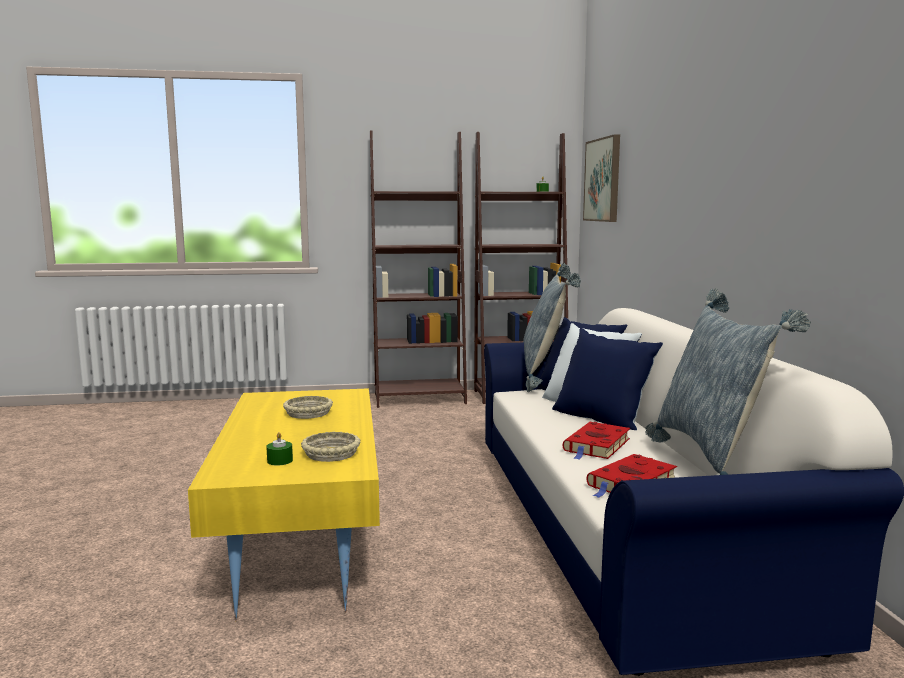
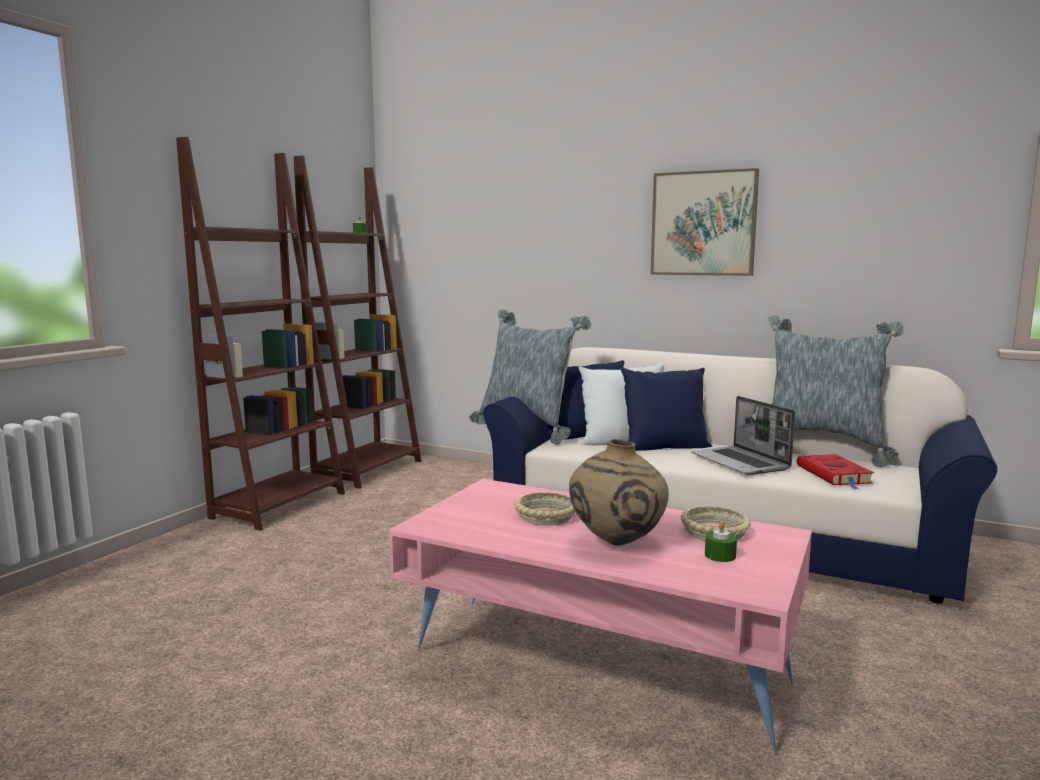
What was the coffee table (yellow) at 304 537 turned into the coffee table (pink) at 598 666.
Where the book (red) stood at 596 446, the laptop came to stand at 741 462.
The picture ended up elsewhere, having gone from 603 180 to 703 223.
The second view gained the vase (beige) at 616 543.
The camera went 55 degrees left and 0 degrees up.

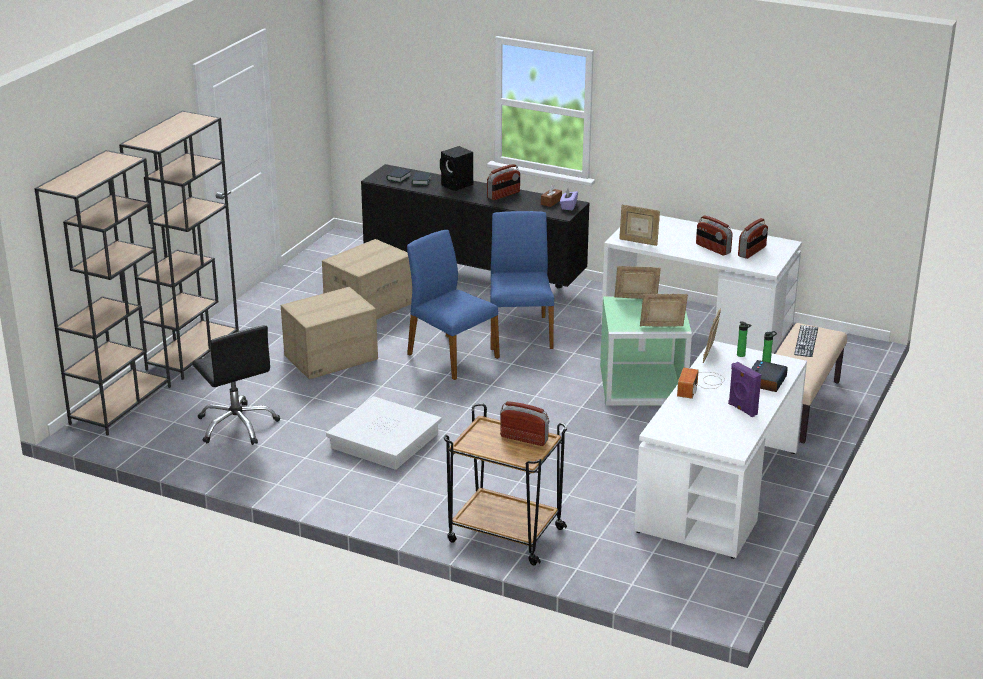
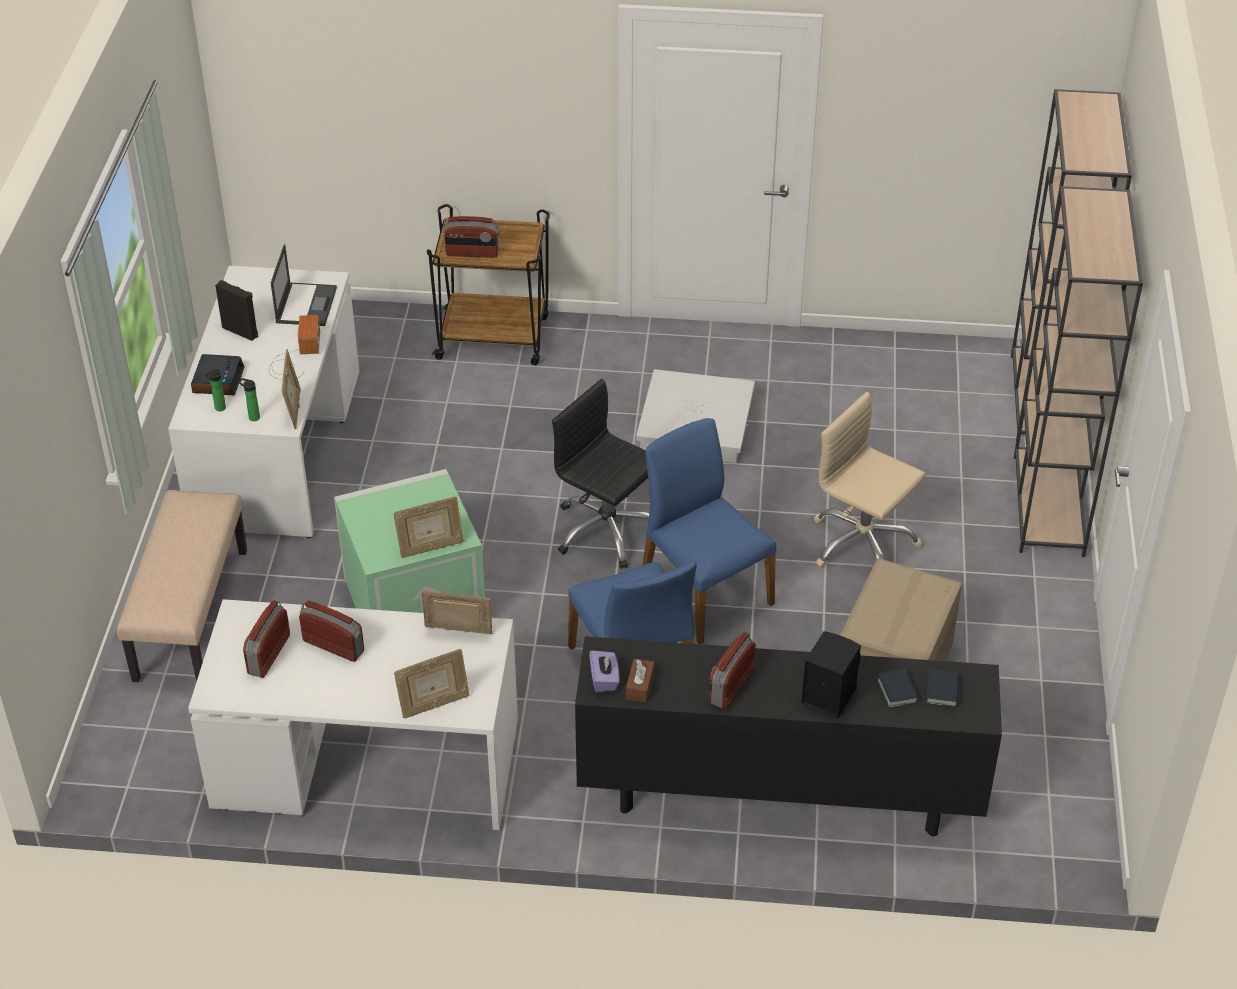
The office chair (black) ended up elsewhere, having gone from 237 425 to 606 530.
Where the cardboard box stood at 331 358, the office chair (beige) came to stand at 862 544.
The chair (blue) at 451 356 ended up facing another way, 150 degrees counterclockwise from before.
The picture frame ended up elsewhere, having gone from 662 328 to 434 705.
What was the speaker (purple) at 742 409 turned into the speaker (black) at 241 331.
The second view lost the keyboard at 806 341.
The second view gained the laptop at 306 304.
The camera went 160 degrees right and 15 degrees up.

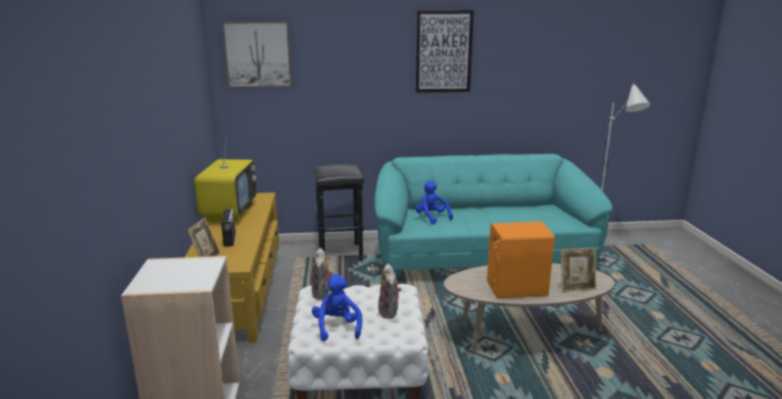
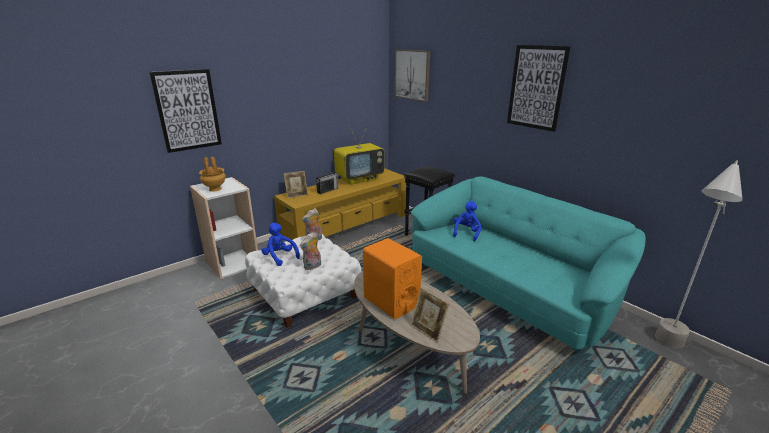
The plush toy (blue) at 337 327 ended up facing another way, 90 degrees counterclockwise from before.
The second view gained the picture at 187 110.
The second view gained the vase (brown) at 214 189.
The camera went 55 degrees right and 5 degrees up.

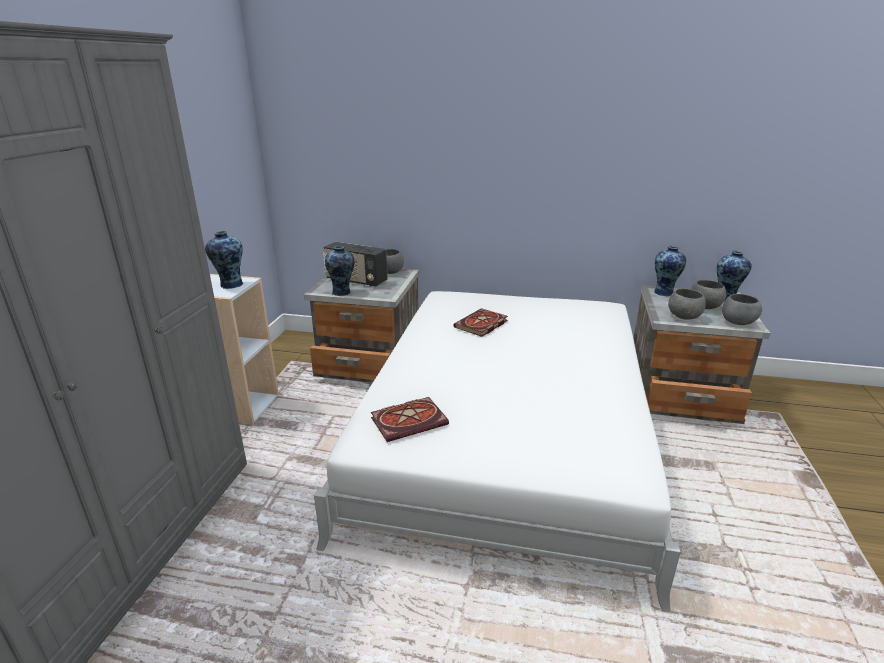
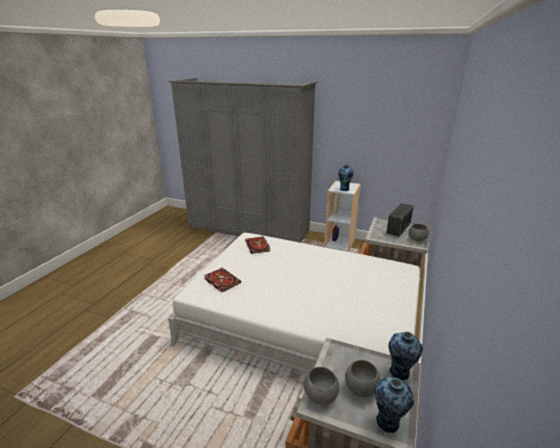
The second view lost the vase at 342 292.
The book ended up elsewhere, having gone from 481 325 to 221 280.
The second view lost the bowl (grey) at 683 317.
The camera went 100 degrees right and 0 degrees up.

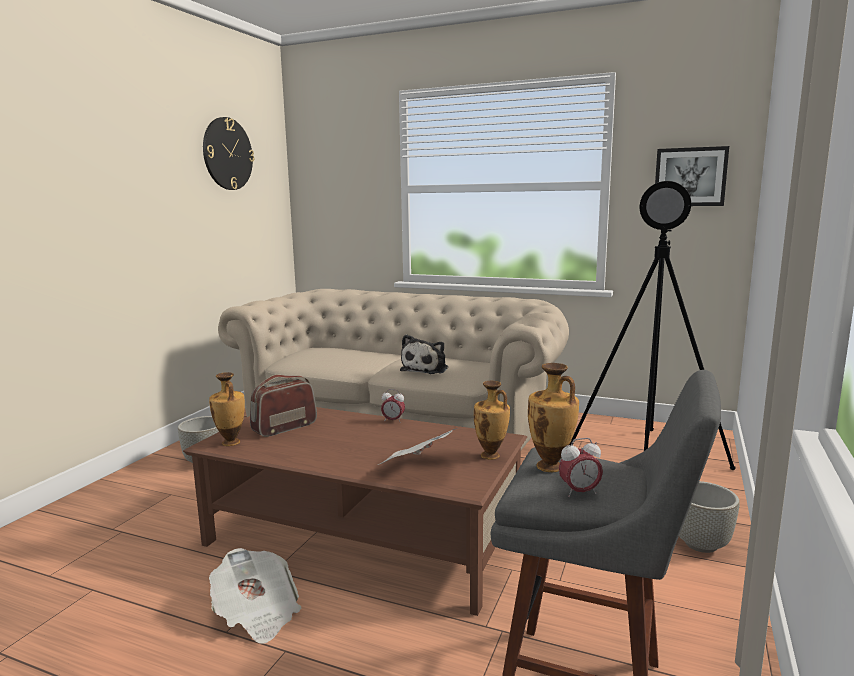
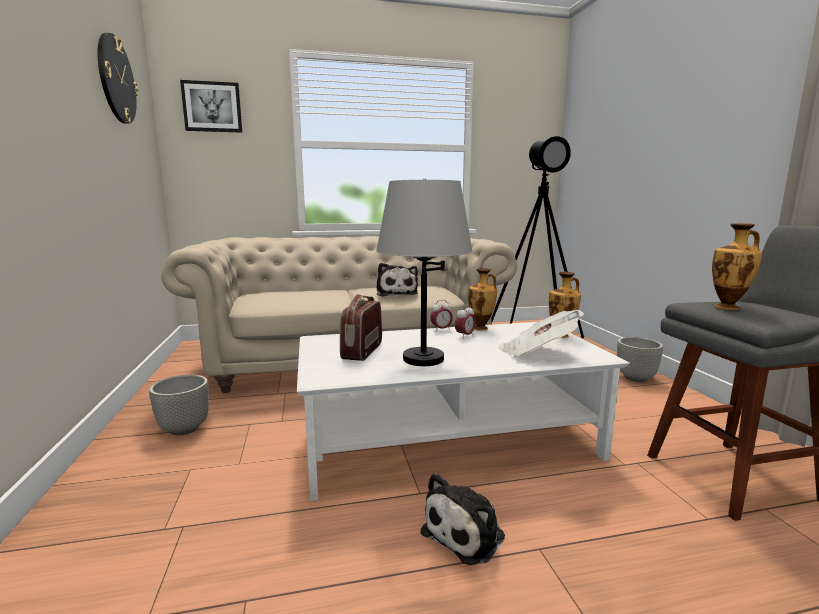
What was the coffee table (brown) at 365 537 turned into the coffee table (white) at 449 440.
The vase ended up elsewhere, having gone from 231 443 to 481 328.
Where the newspaper stood at 257 614, the plush toy came to stand at 467 533.
The alarm clock ended up elsewhere, having gone from 579 492 to 465 336.
The picture ended up elsewhere, having gone from 690 177 to 212 107.
The second view gained the table lamp (grey) at 423 359.
The camera went 35 degrees left and 0 degrees up.

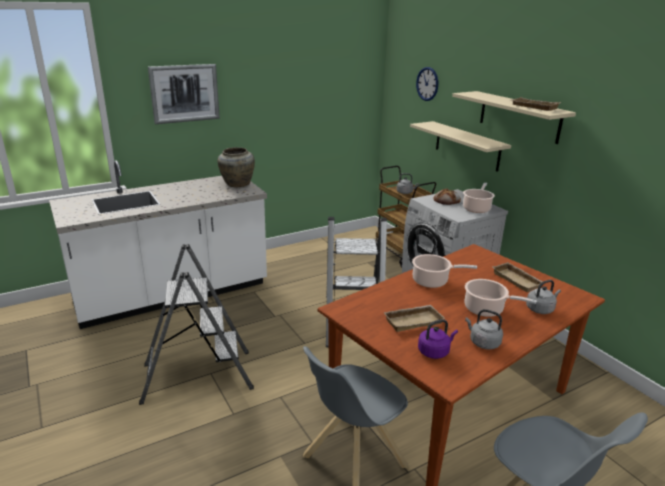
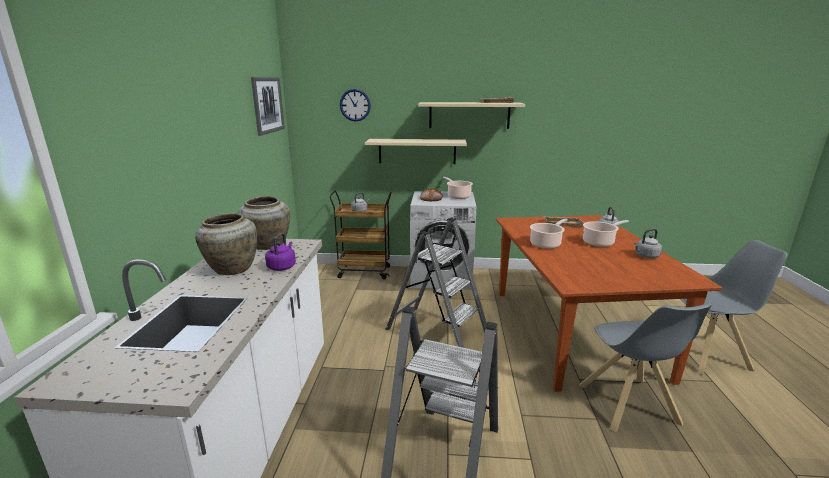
The picture ended up elsewhere, having gone from 185 93 to 267 105.
The second view lost the tray (beige) at 413 320.
The kettle (purple) ended up elsewhere, having gone from 434 352 to 282 266.
The second view gained the vase (beige) at 231 269.
The camera went 55 degrees left and 5 degrees down.

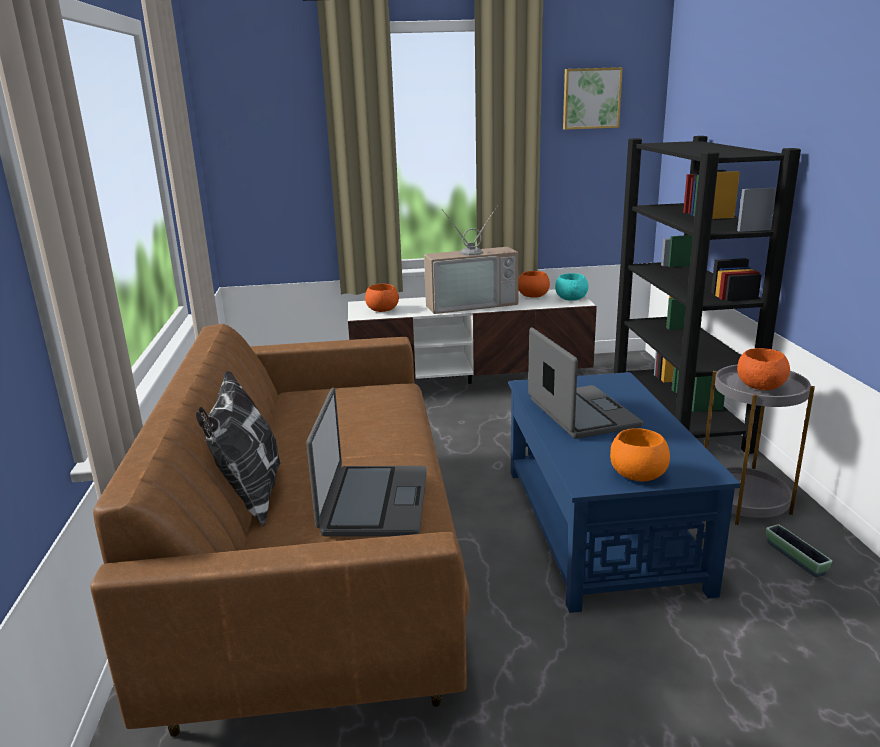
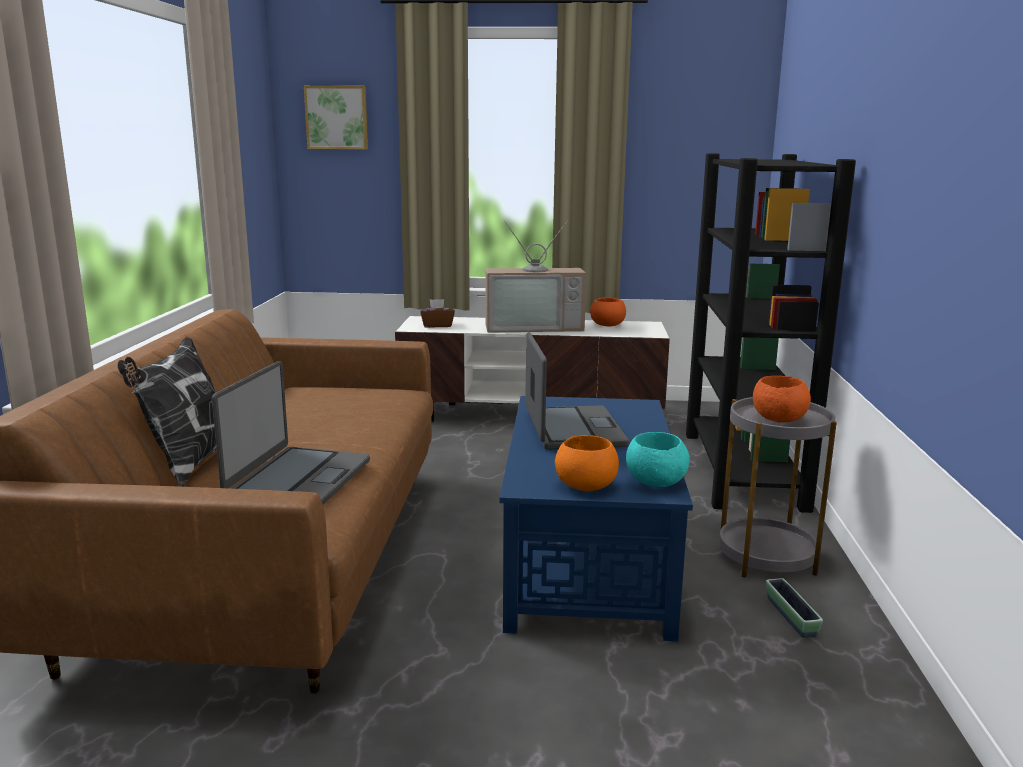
Where the bowl (orange) stood at 382 310, the tissue box (brown) came to stand at 437 325.
The bowl (turquoise) ended up elsewhere, having gone from 570 299 to 654 482.
The picture ended up elsewhere, having gone from 591 98 to 337 117.
The camera went 10 degrees right and 5 degrees down.

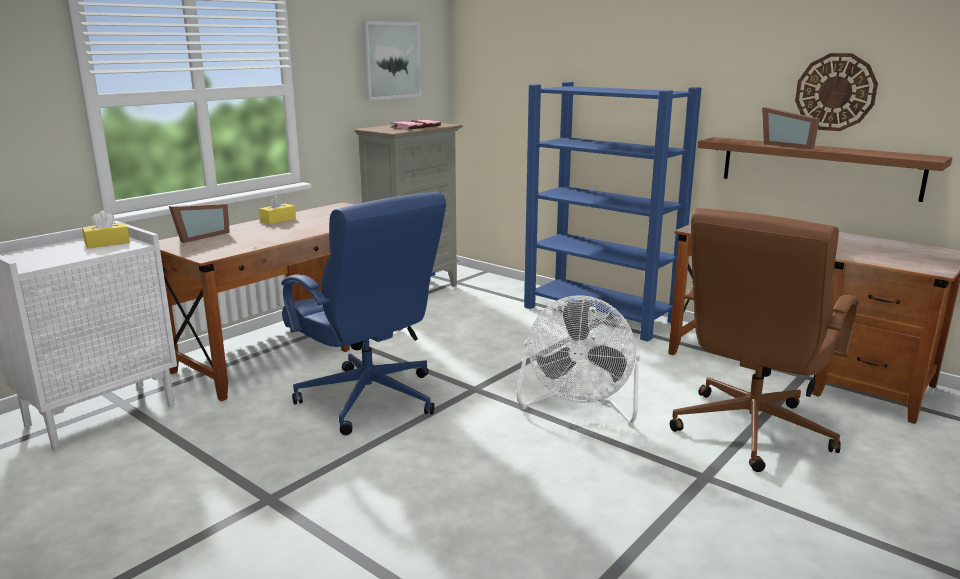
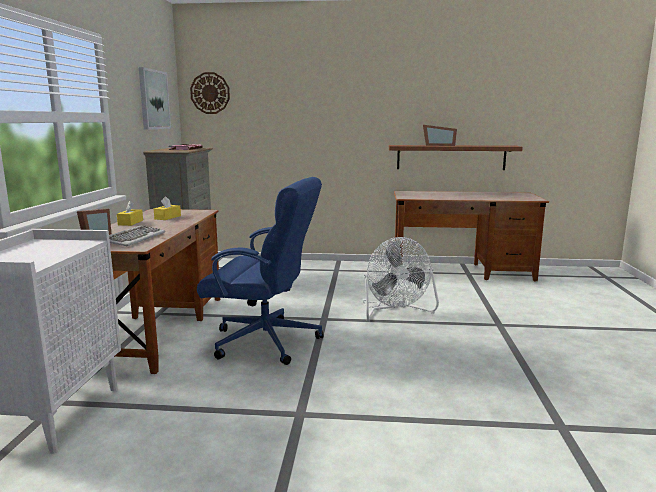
The tissue box (yellow) ended up elsewhere, having gone from 107 243 to 167 217.
The second view lost the bookcase (blue) at 599 314.
The second view lost the office chair (brown) at 752 428.
The wall clock ended up elsewhere, having gone from 835 92 to 210 93.
The second view gained the keyboard at 133 239.
The camera went 35 degrees left and 5 degrees down.

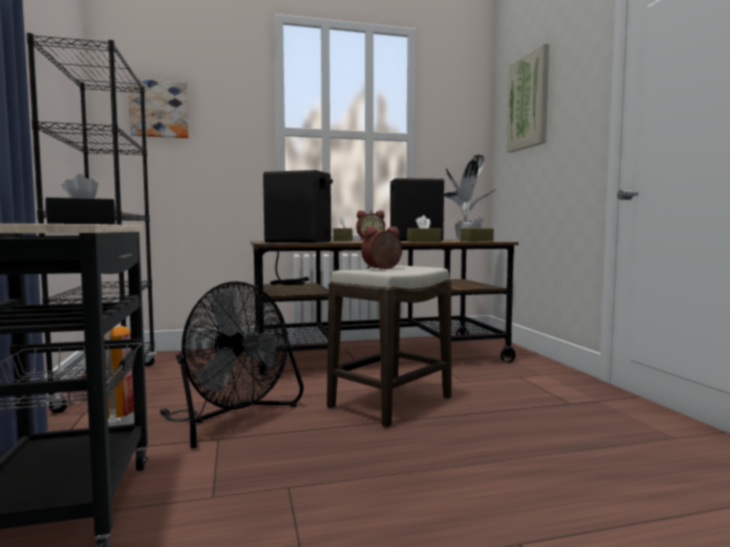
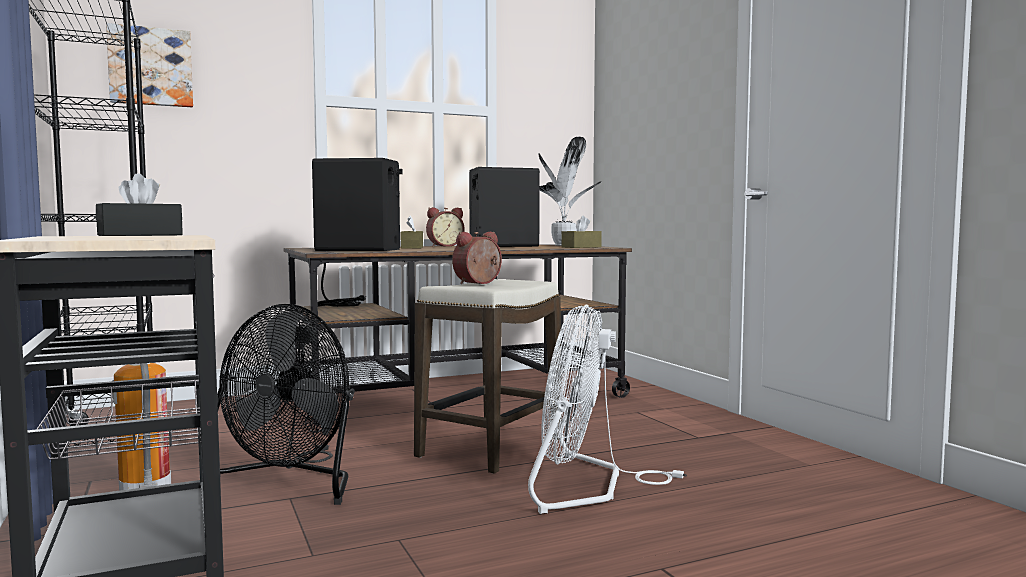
The fan (black) at 228 420 ended up facing another way, 90 degrees clockwise from before.
The second view lost the tissue box (brown) at 423 241.
The second view lost the picture at 528 102.
The second view gained the fan (white) at 590 482.
The camera went 10 degrees left and 0 degrees up.

